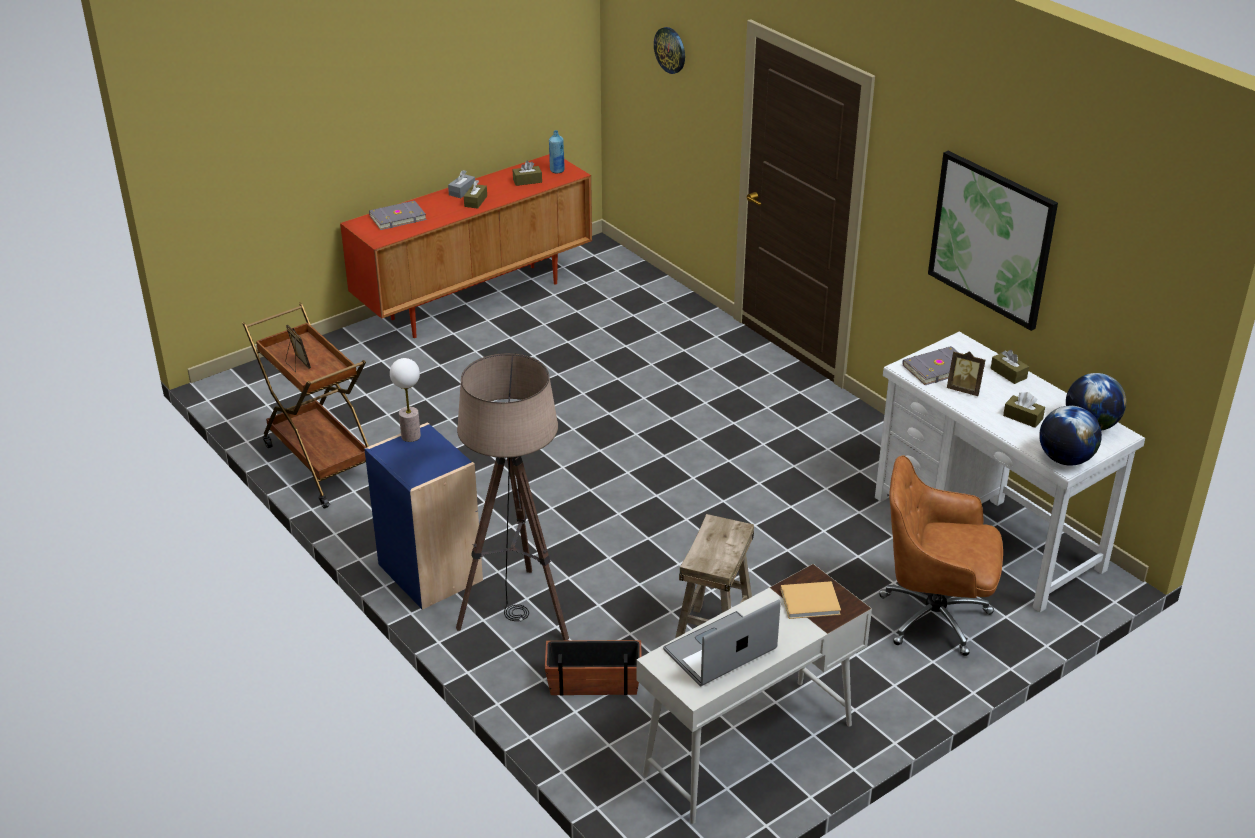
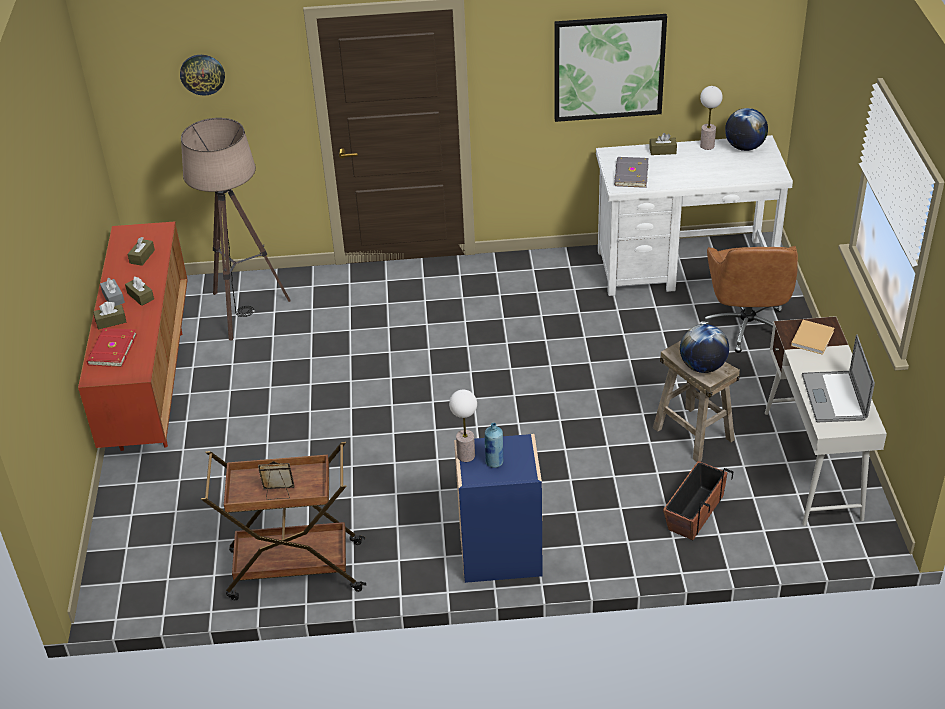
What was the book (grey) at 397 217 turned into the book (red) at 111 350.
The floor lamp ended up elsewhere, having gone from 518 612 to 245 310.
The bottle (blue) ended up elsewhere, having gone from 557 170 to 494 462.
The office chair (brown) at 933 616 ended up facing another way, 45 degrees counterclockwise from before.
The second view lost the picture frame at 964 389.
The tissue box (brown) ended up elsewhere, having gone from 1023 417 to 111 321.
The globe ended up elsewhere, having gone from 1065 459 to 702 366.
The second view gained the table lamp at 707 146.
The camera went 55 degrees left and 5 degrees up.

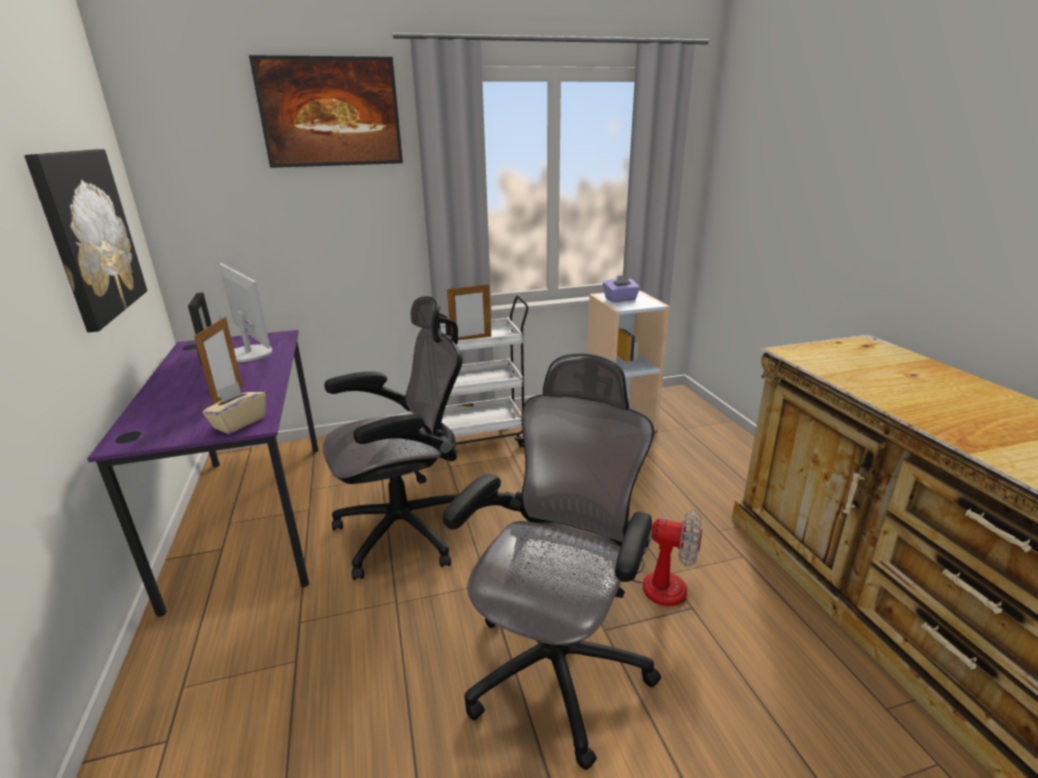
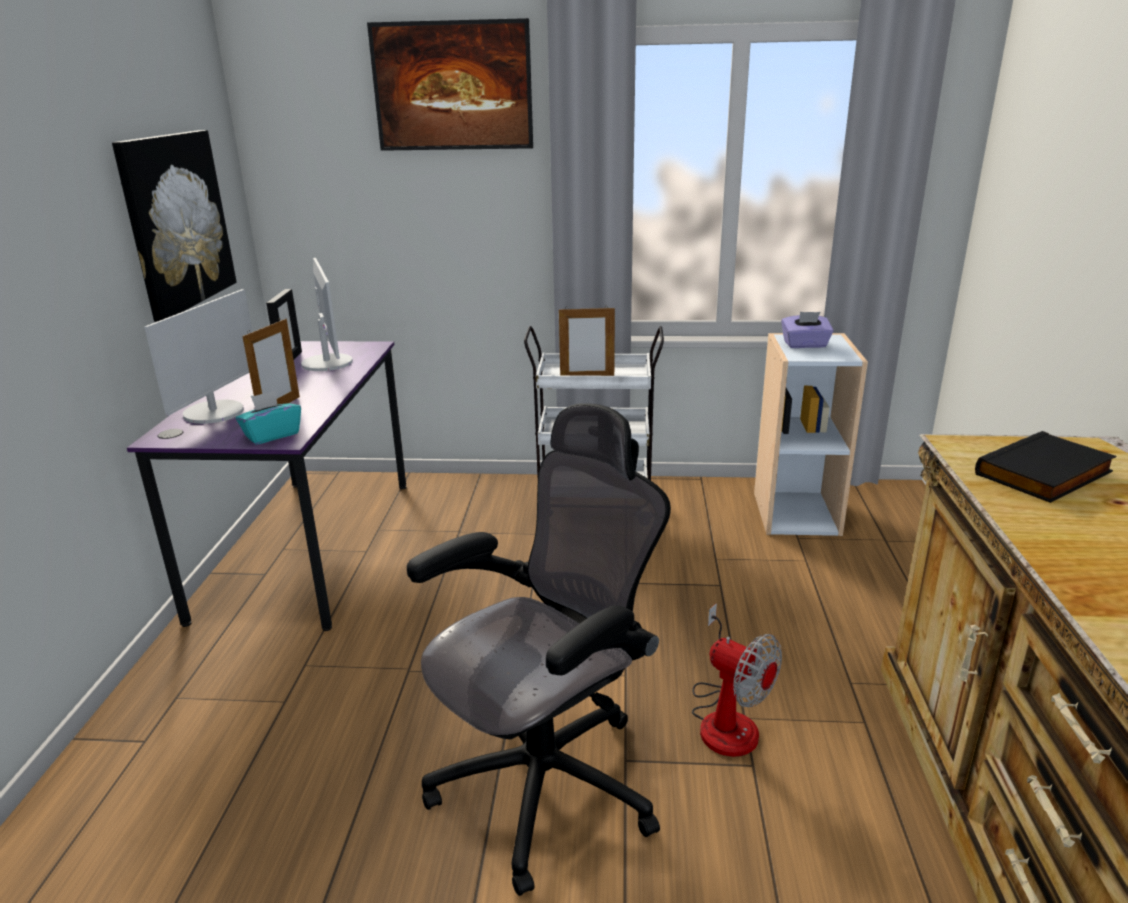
What was the tissue box (beige) at 239 423 turned into the tissue box (turquoise) at 272 435.
The second view lost the office chair at 405 530.
The second view gained the monitor at 215 412.
The second view gained the book (black) at 1045 474.
The camera went 20 degrees right and 0 degrees up.

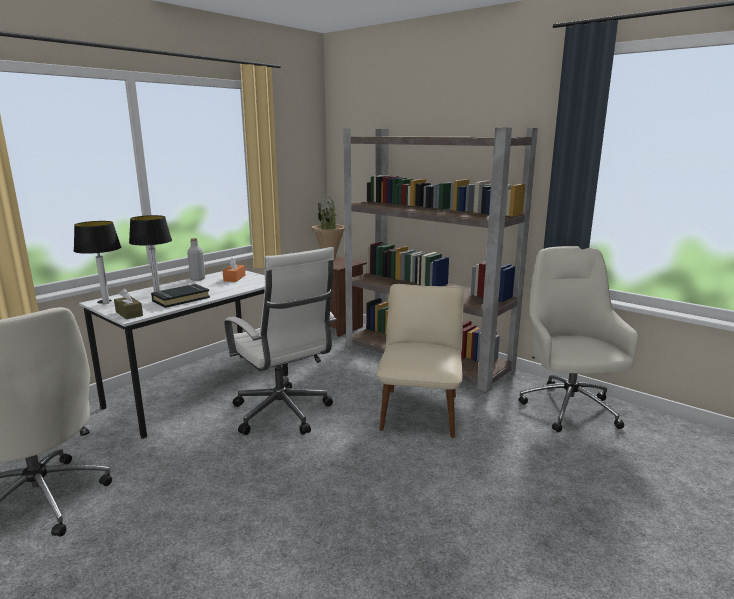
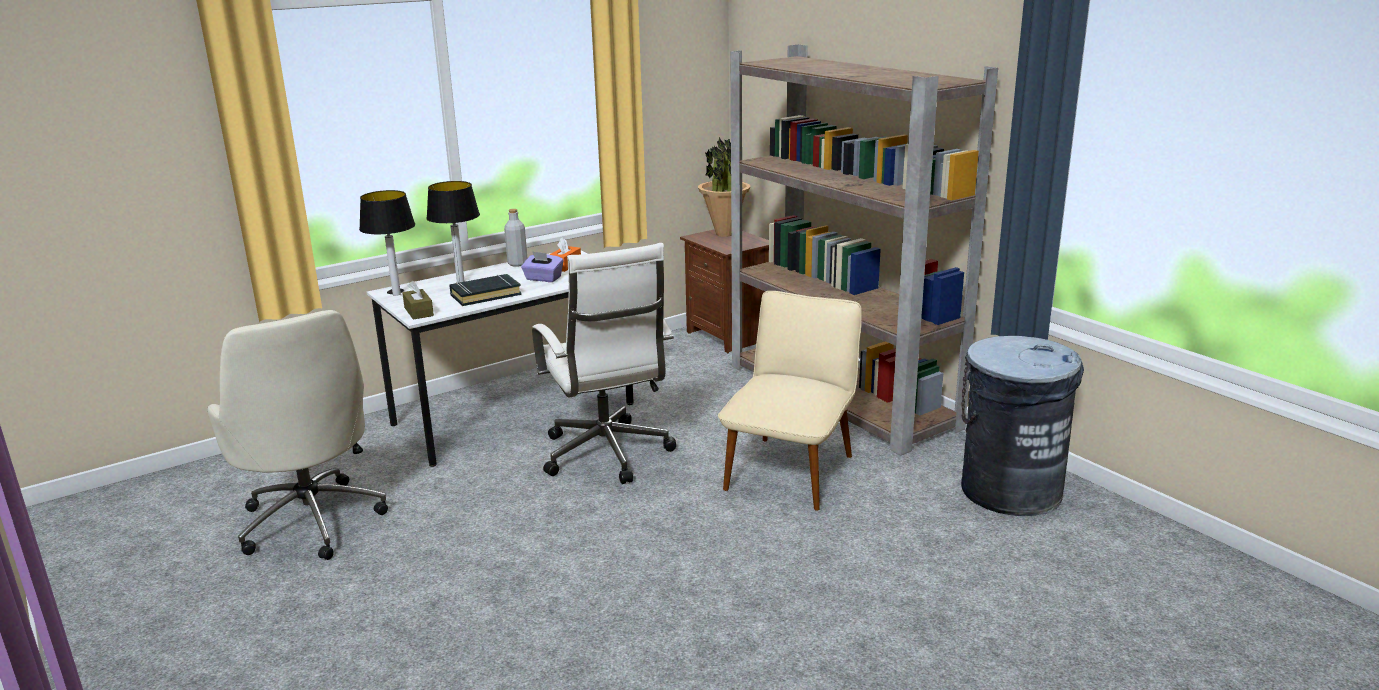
Where the office chair (beige) stood at 568 408, the trash can (grey) came to stand at 1010 490.
The second view gained the tissue box (purple) at 543 279.
The camera went 15 degrees right and 5 degrees up.

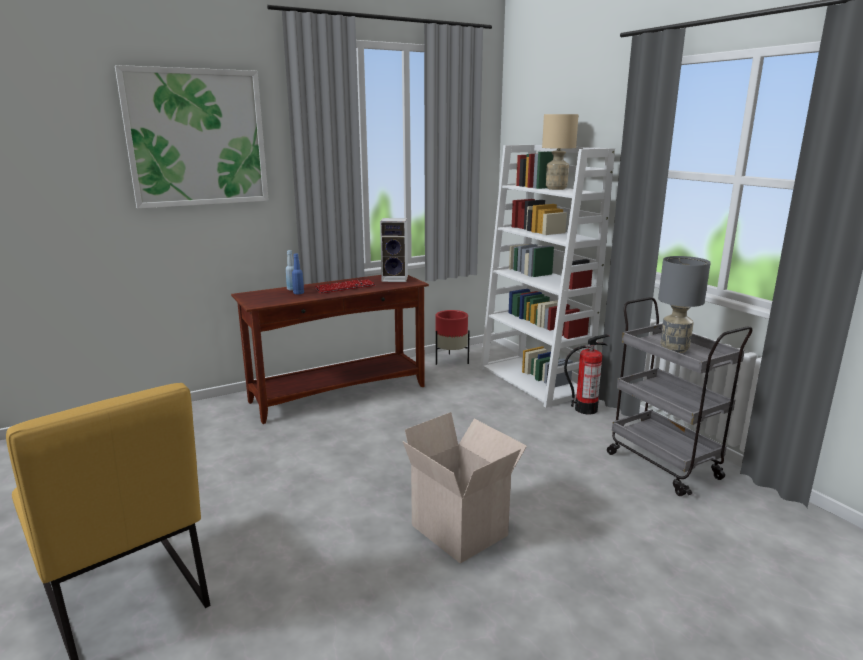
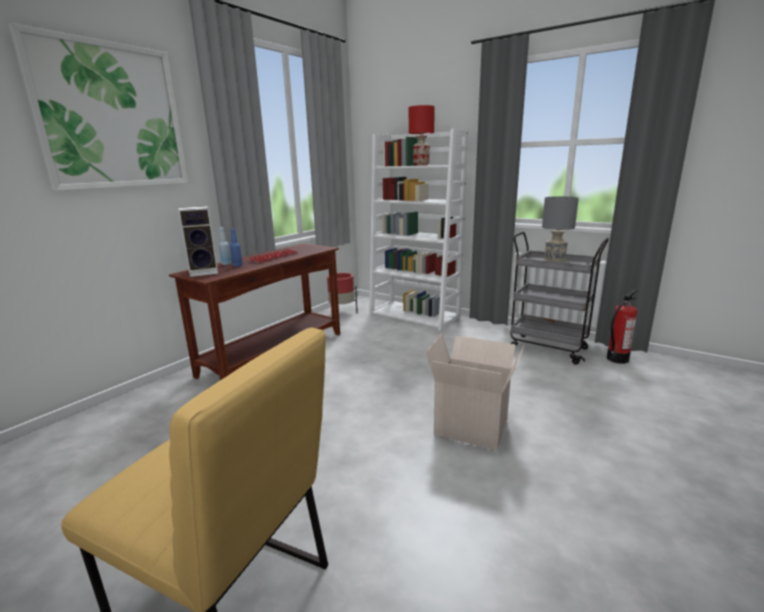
The speaker ended up elsewhere, having gone from 396 279 to 205 272.
What was the table lamp (beige) at 556 189 turned into the table lamp (red) at 421 165.
The fire extinguisher ended up elsewhere, having gone from 585 409 to 617 359.
The camera went 25 degrees left and 0 degrees up.

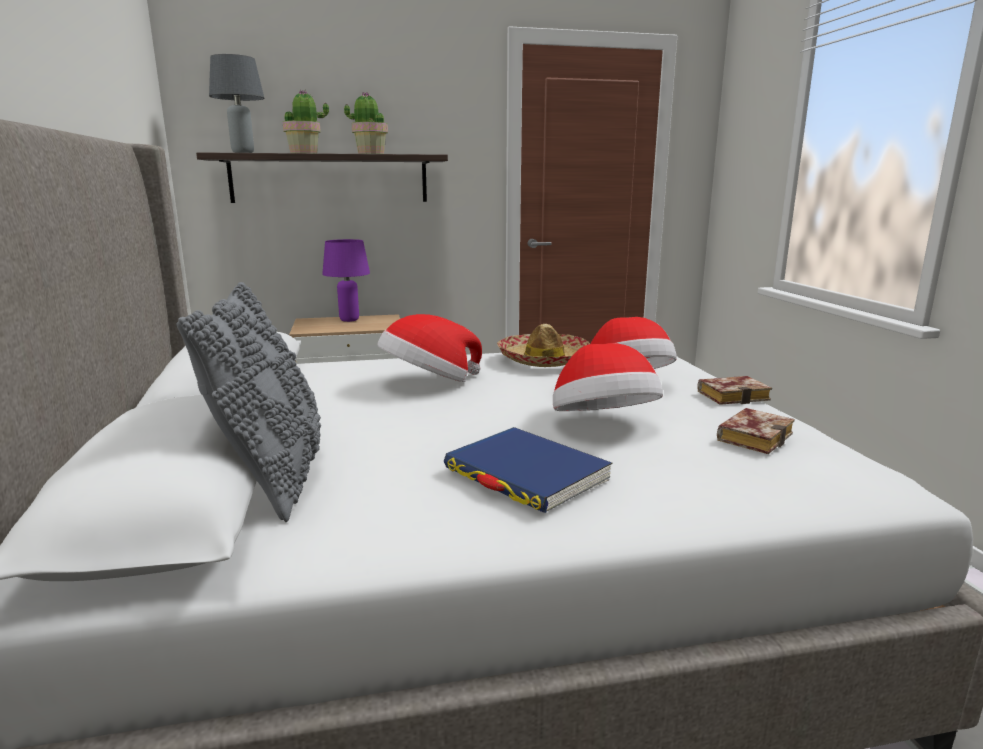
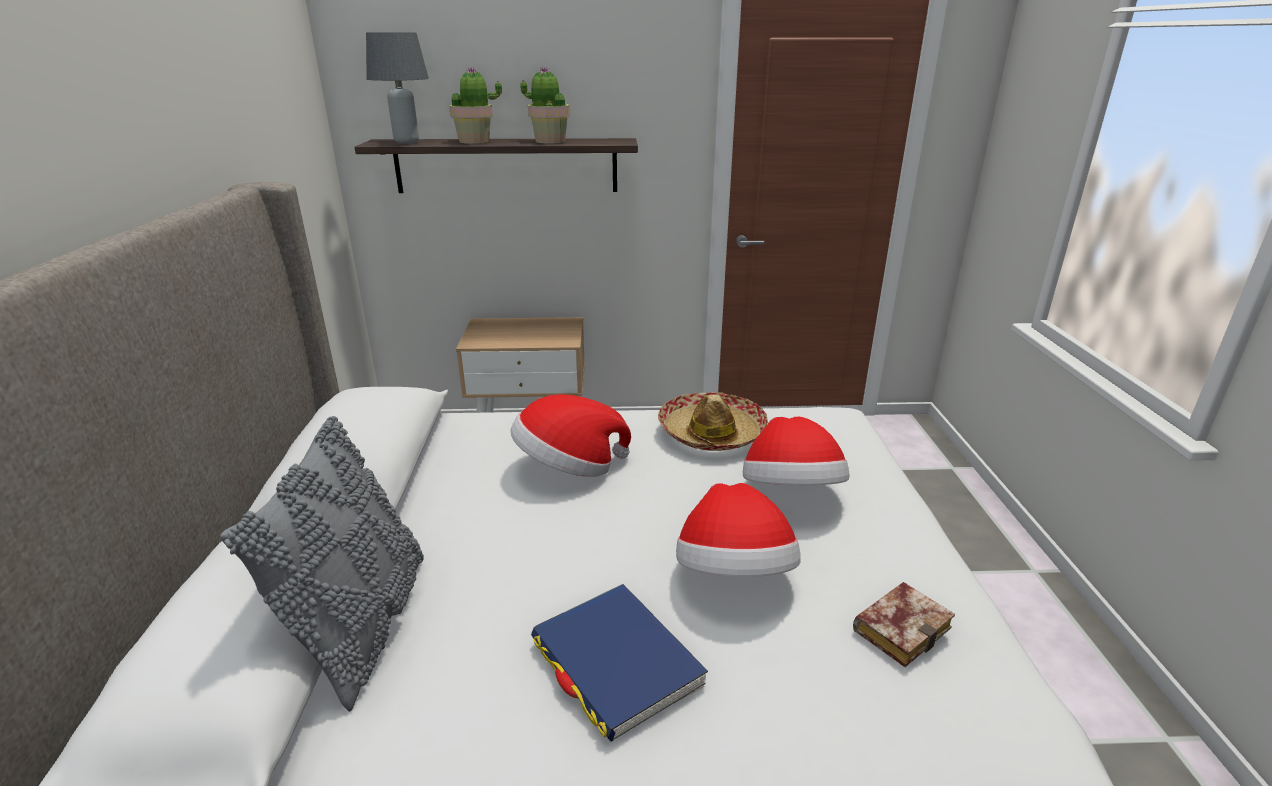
The second view lost the table lamp (purple) at 349 320.
The second view lost the book at 734 396.
The camera went 10 degrees right and 10 degrees up.

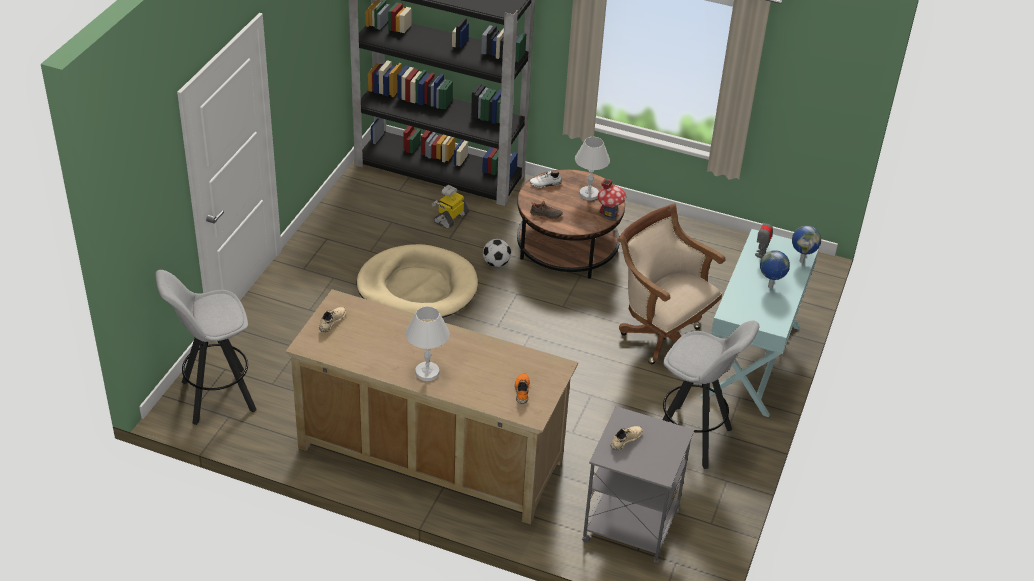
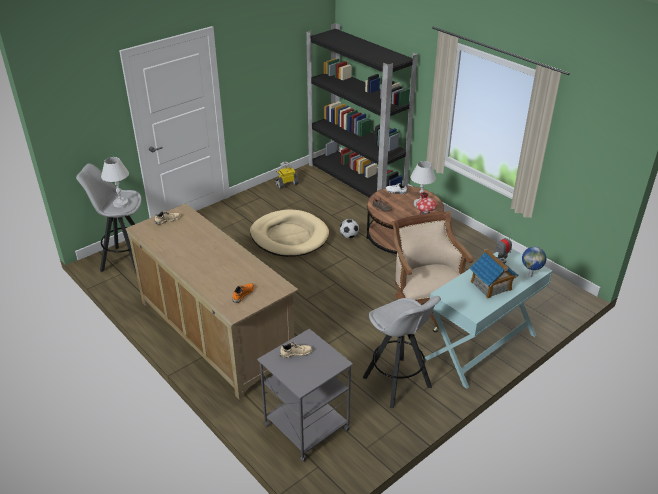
The table lamp (white) ended up elsewhere, having gone from 427 372 to 121 203.
The toy robot ended up elsewhere, having gone from 450 218 to 286 184.
Where the globe stood at 770 287, the toy house came to stand at 491 286.
The camera went 30 degrees right and 5 degrees down.

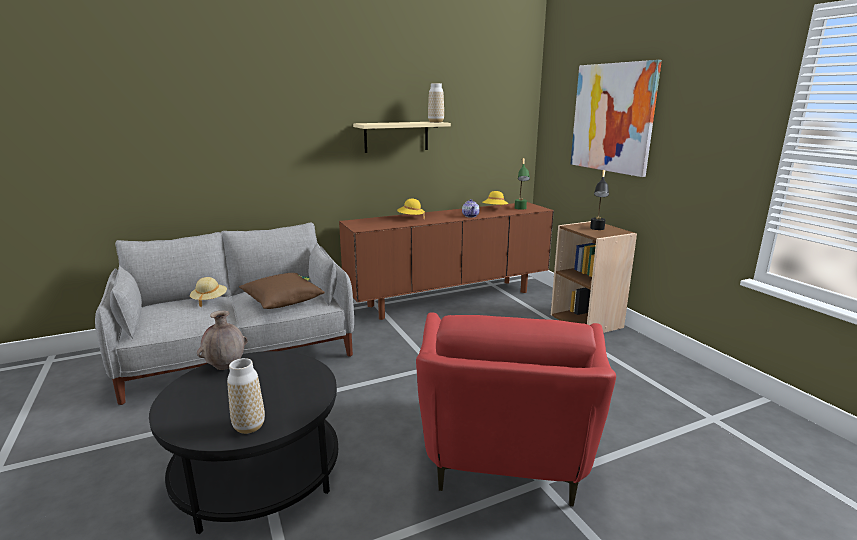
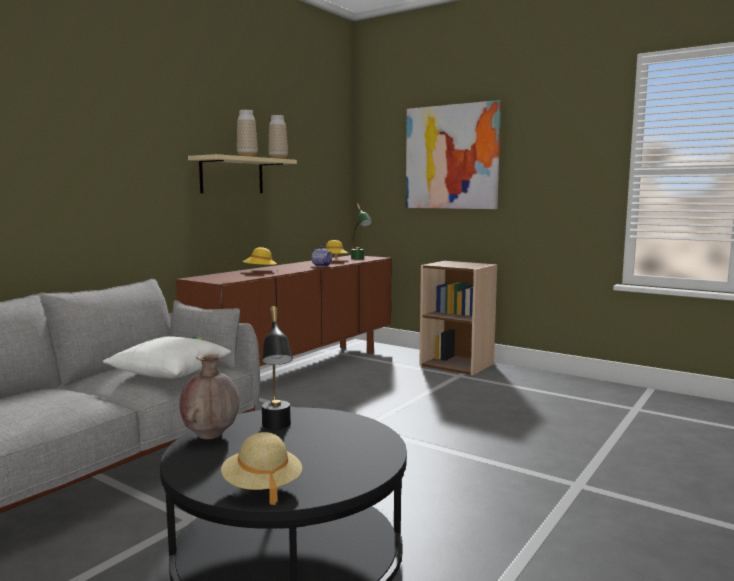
The hat (beige) ended up elsewhere, having gone from 209 300 to 262 486.
The vase ended up elsewhere, having gone from 249 426 to 247 157.
What was the pillow (brown) at 282 301 turned into the pillow (white) at 170 373.
The second view lost the armchair (red) at 505 453.
The table lamp (black) ended up elsewhere, having gone from 597 230 to 277 429.
The camera went 30 degrees left and 10 degrees down.

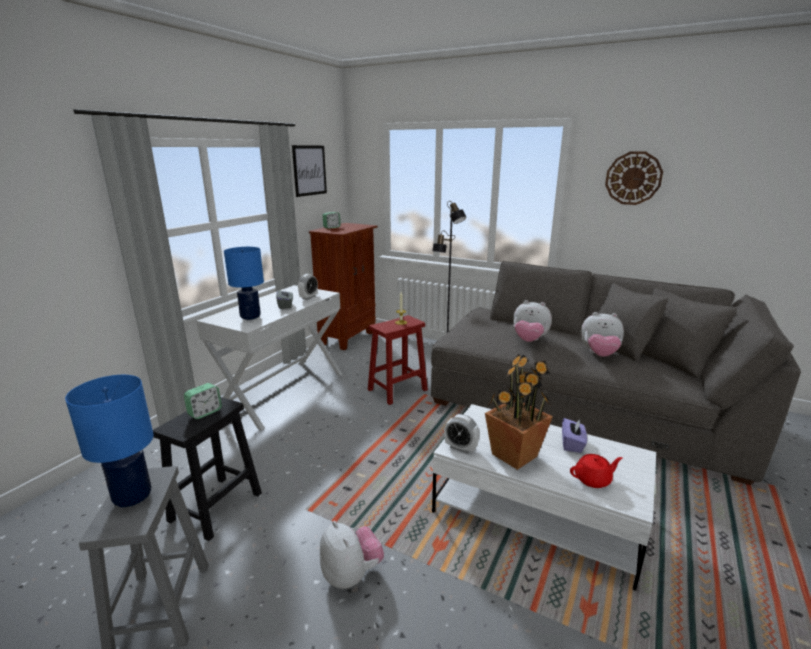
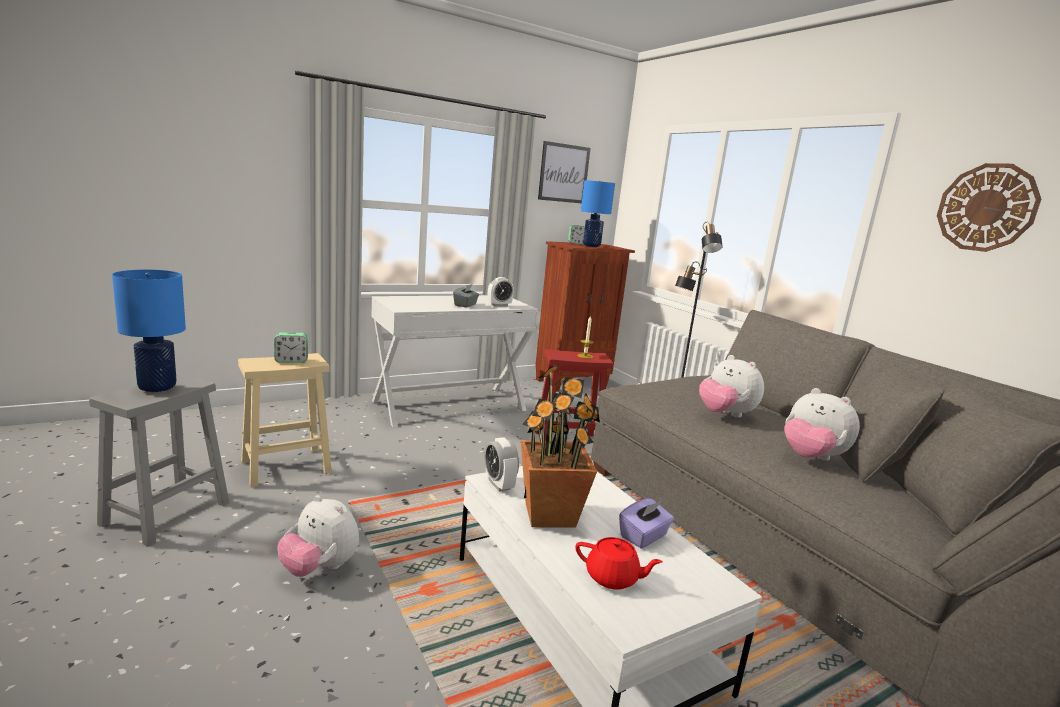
What was the stool (black) at 217 506 turned into the stool (beige) at 287 466.
The table lamp (blue) ended up elsewhere, having gone from 250 318 to 591 246.
The plush toy at 351 574 ended up facing another way, 120 degrees clockwise from before.
The camera went 30 degrees right and 5 degrees down.

